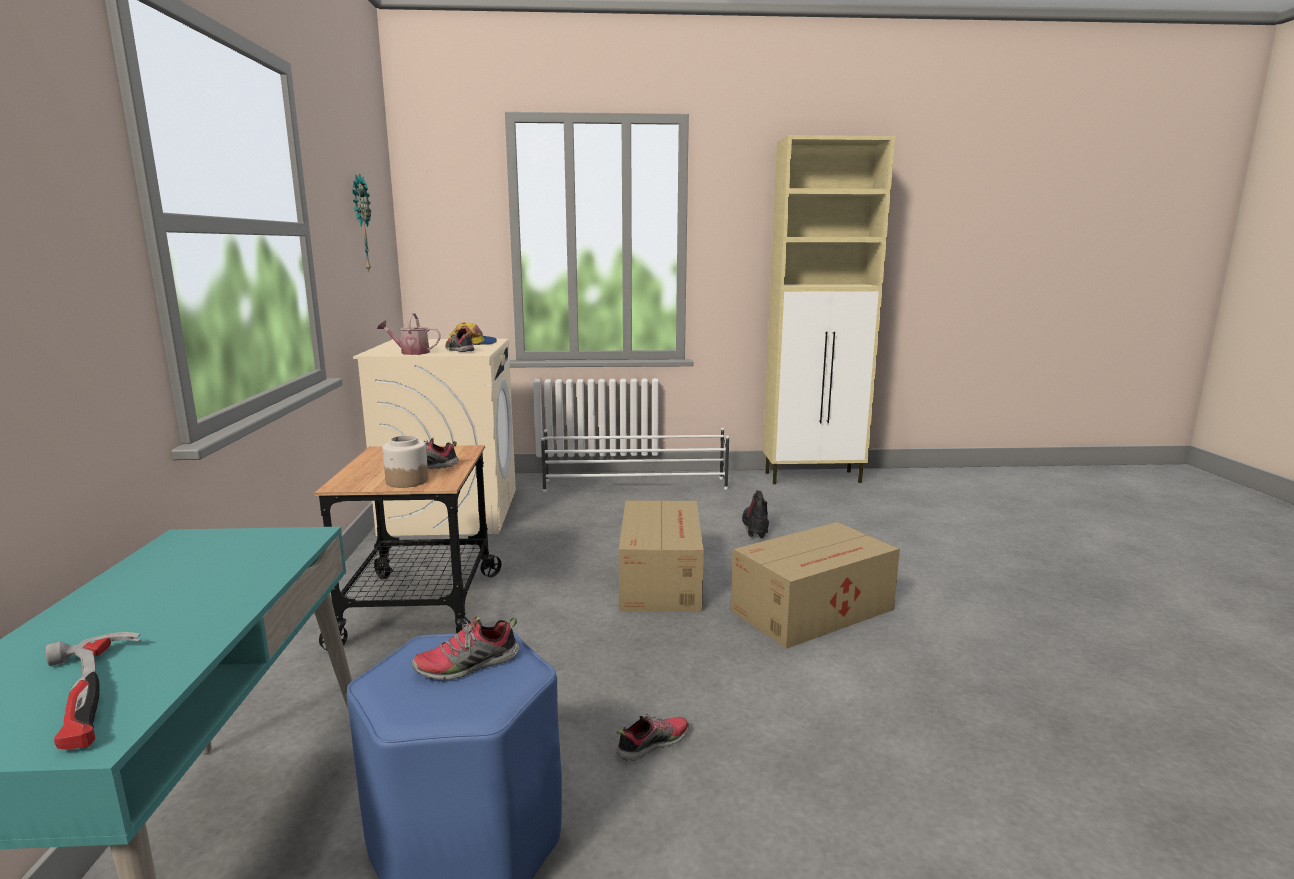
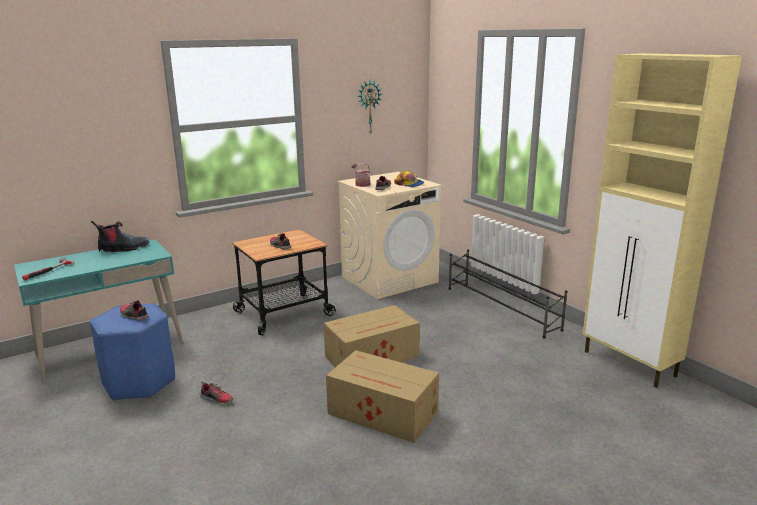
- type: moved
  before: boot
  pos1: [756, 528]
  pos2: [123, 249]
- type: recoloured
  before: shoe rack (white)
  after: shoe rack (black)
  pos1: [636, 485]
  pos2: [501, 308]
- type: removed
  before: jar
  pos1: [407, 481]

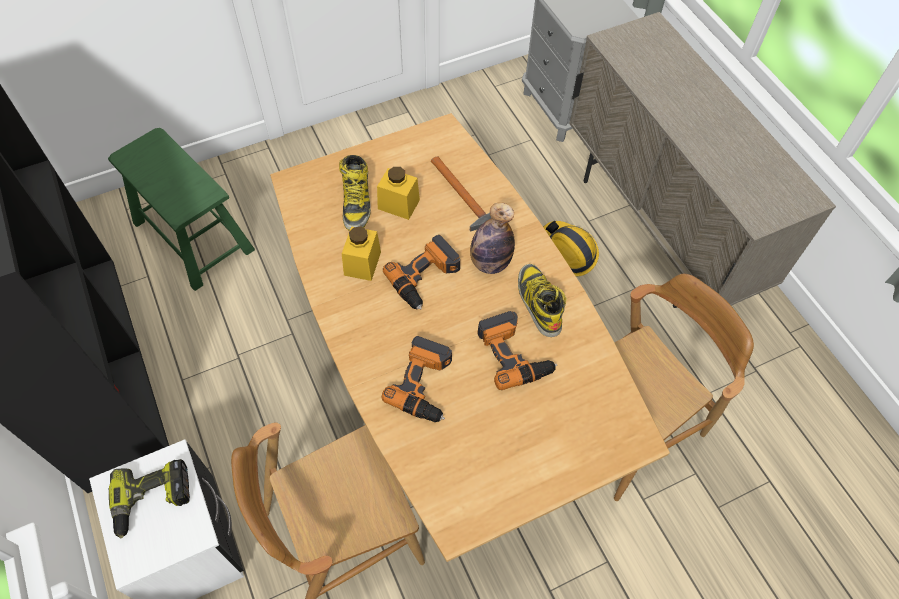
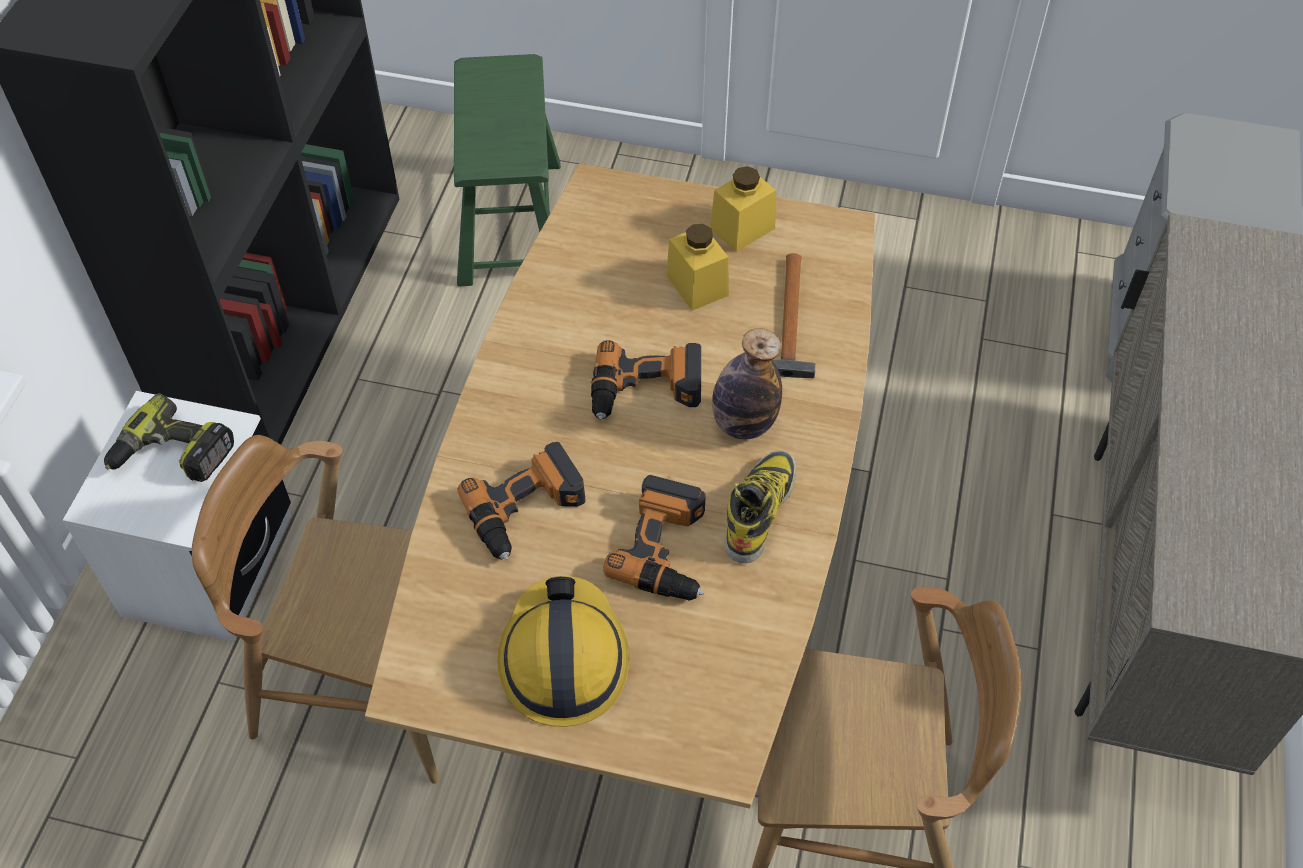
- type: moved
  before: hard hat
  pos1: [567, 252]
  pos2: [563, 659]
- type: moved
  before: jar (yellow)
  pos1: [362, 263]
  pos2: [742, 228]
- type: removed
  before: boot
  pos1: [356, 202]

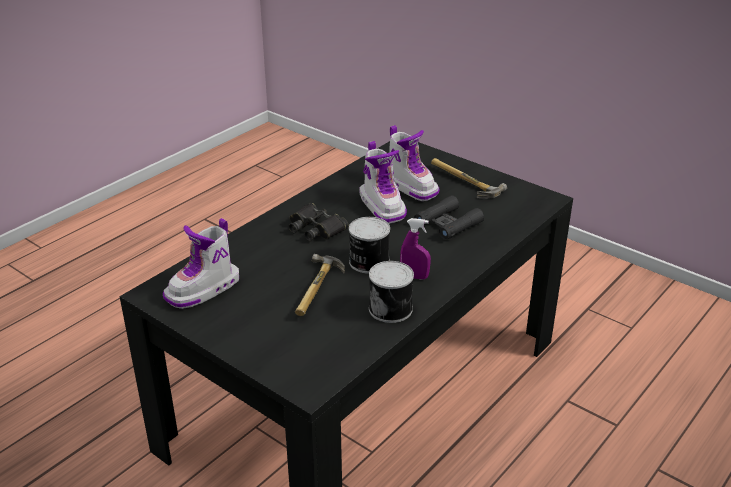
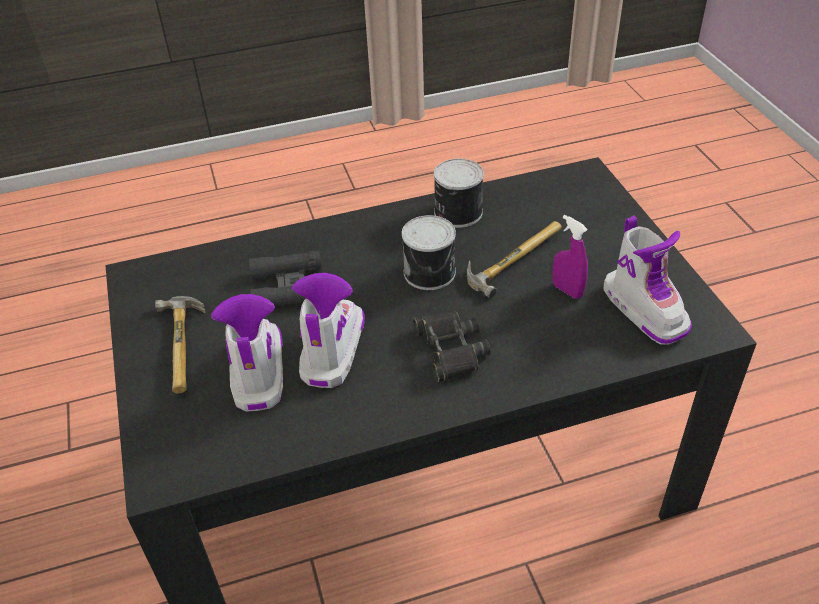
- type: moved
  before: spray bottle (purple)
  pos1: [414, 277]
  pos2: [567, 290]
- type: turned
  before: boot
  pos1: [204, 289]
  pos2: [645, 309]
  turn: 75

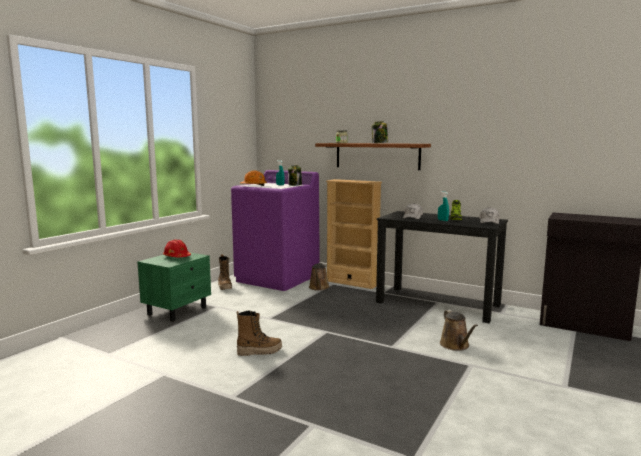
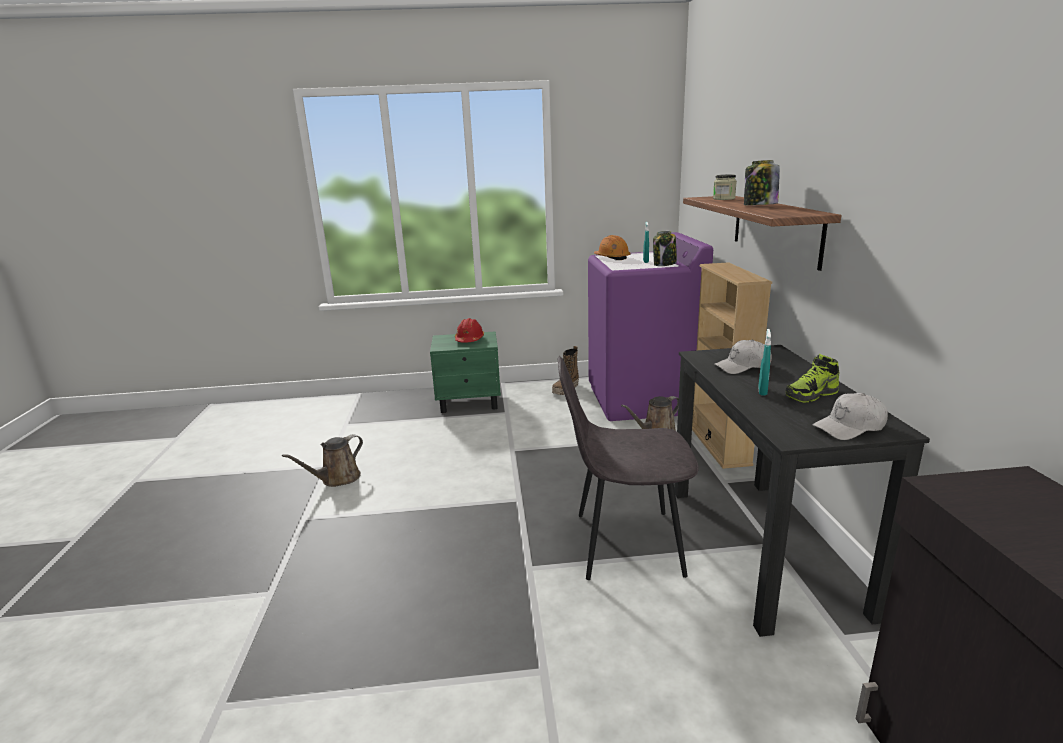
- type: moved
  before: watering can (brown)
  pos1: [456, 345]
  pos2: [337, 479]
- type: added
  after: chair (grey)
  pos2: [624, 544]
- type: removed
  before: boot
  pos1: [259, 351]

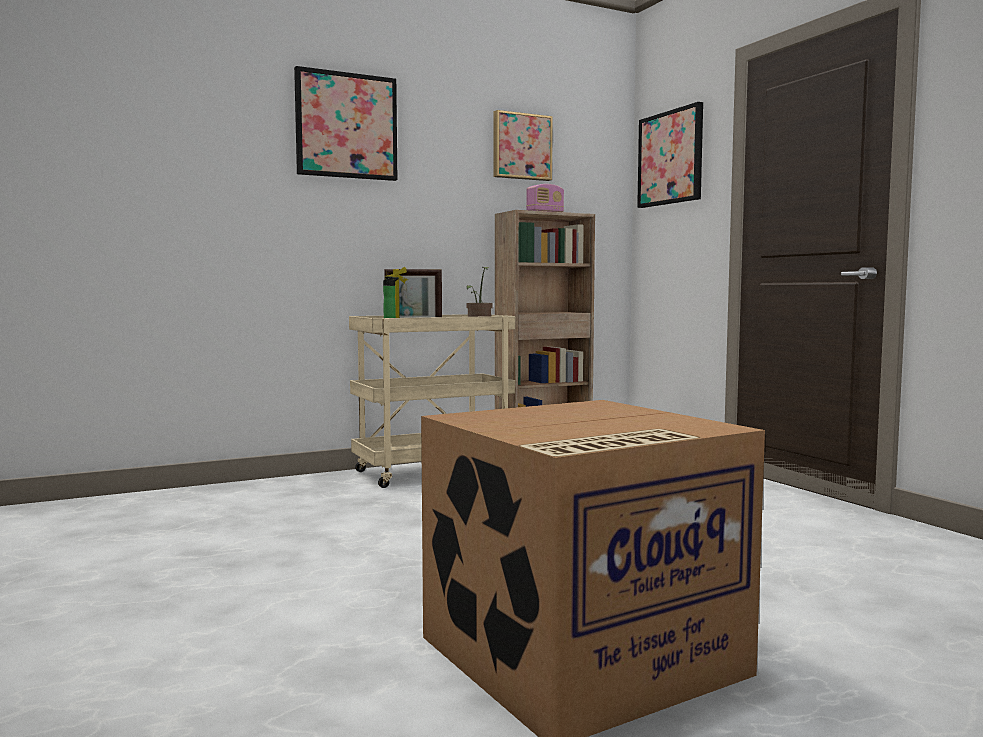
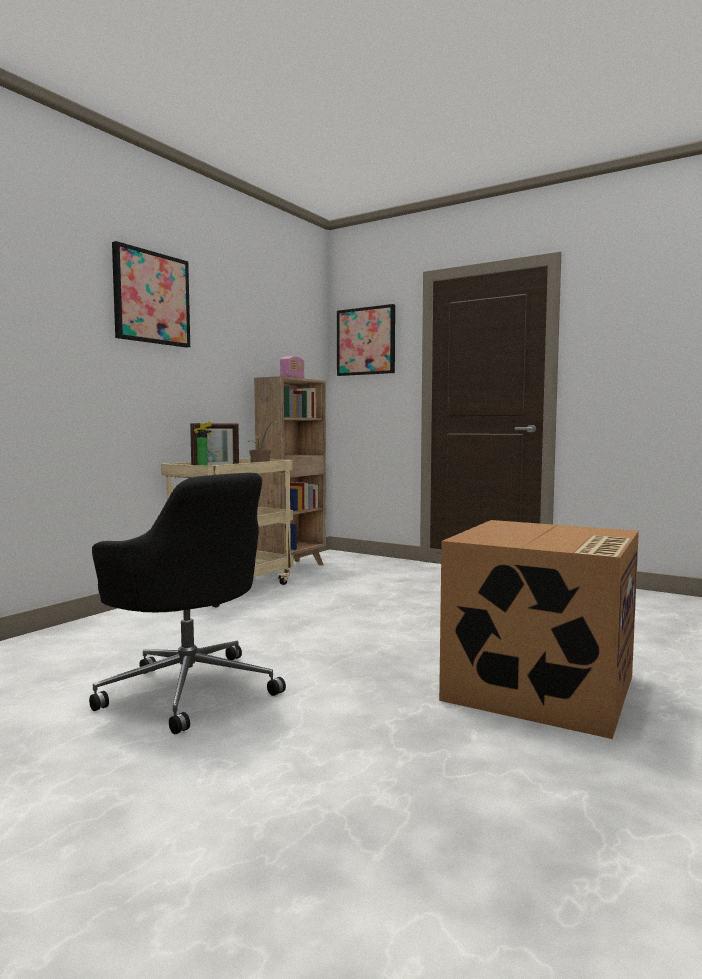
- type: added
  after: office chair (black)
  pos2: [189, 689]
- type: removed
  before: picture
  pos1: [521, 147]

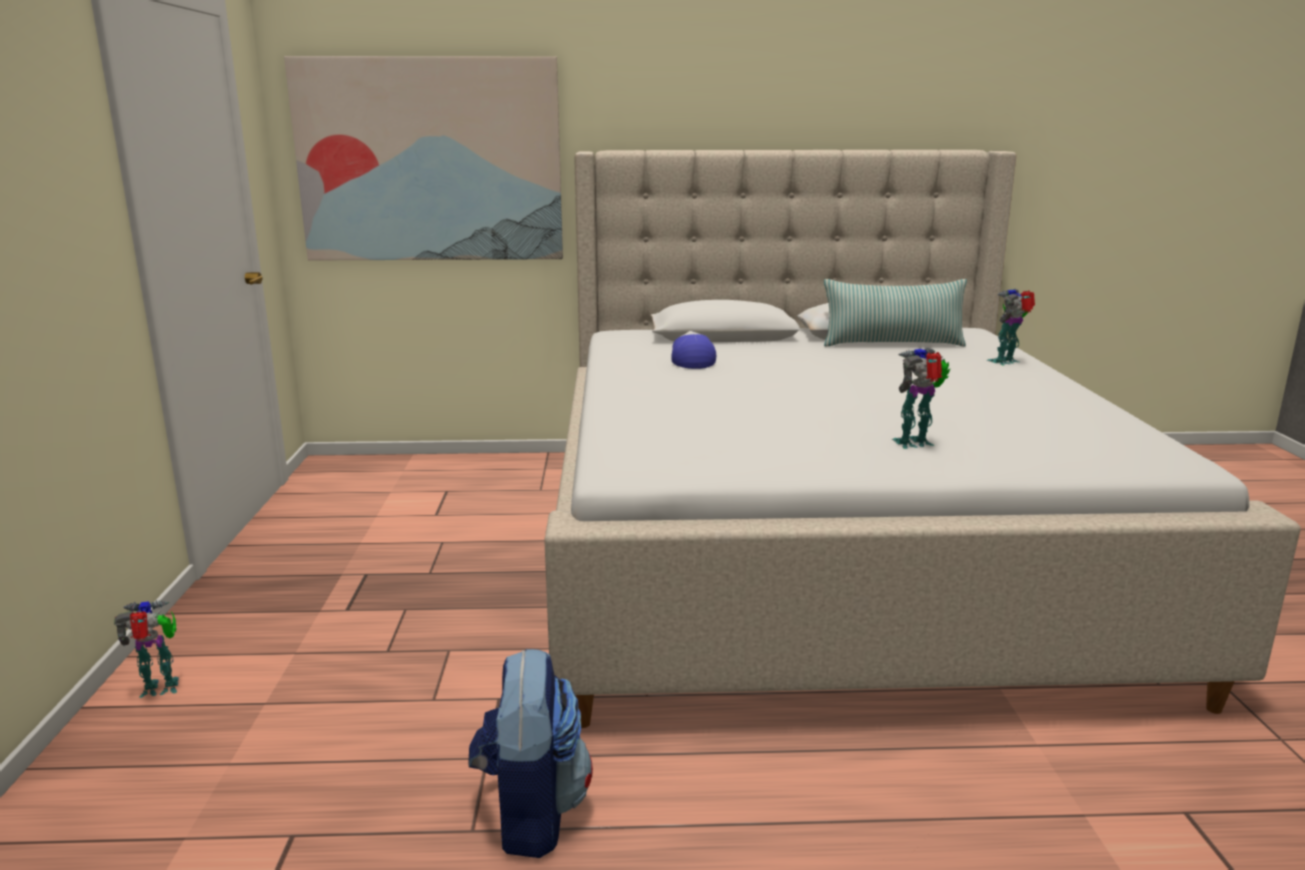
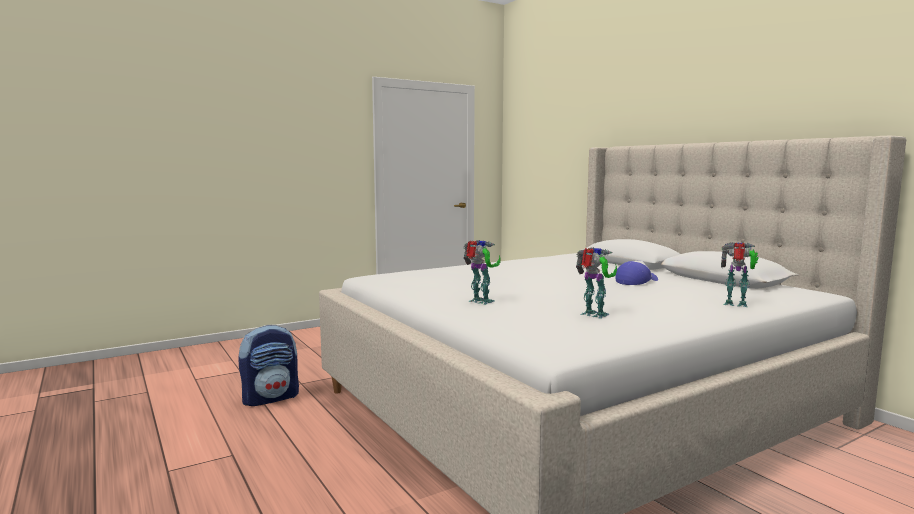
- type: moved
  before: toy robot
  pos1: [162, 689]
  pos2: [594, 315]
- type: moved
  before: cap
  pos1: [691, 360]
  pos2: [636, 281]
- type: removed
  before: picture
  pos1: [430, 160]
- type: removed
  before: pillow
  pos1: [892, 344]

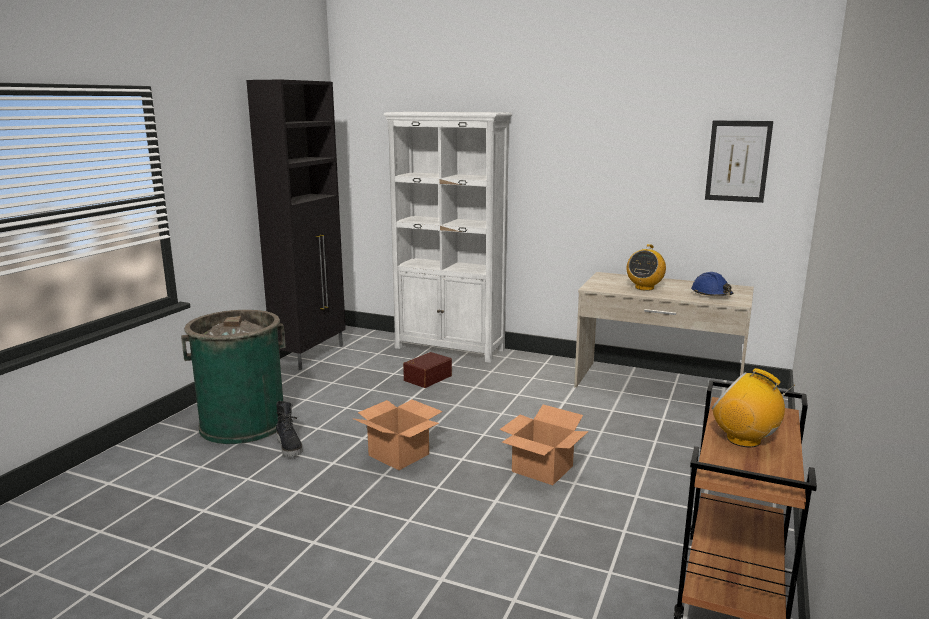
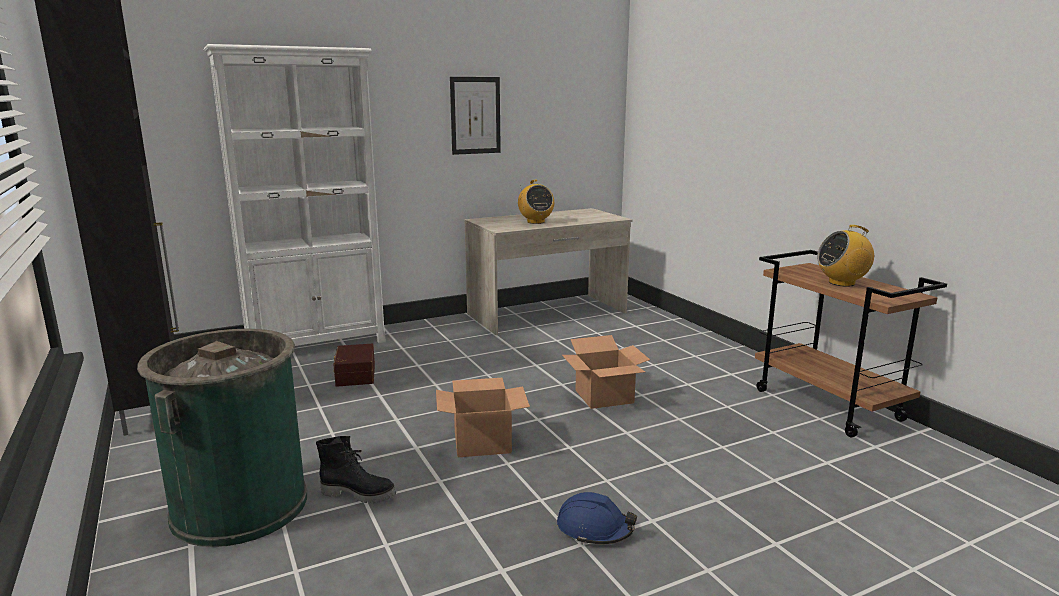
- type: moved
  before: picture
  pos1: [738, 161]
  pos2: [475, 115]
- type: moved
  before: hard hat (blue)
  pos1: [711, 294]
  pos2: [594, 529]

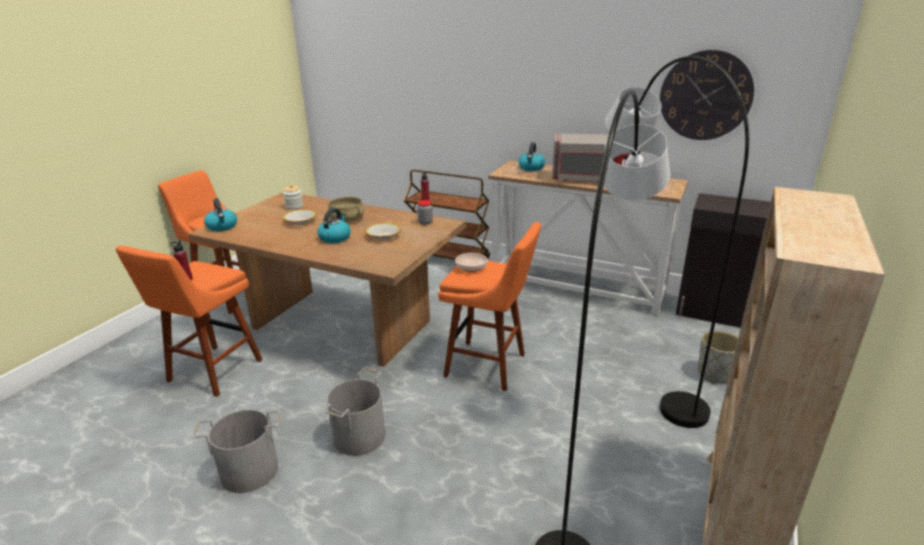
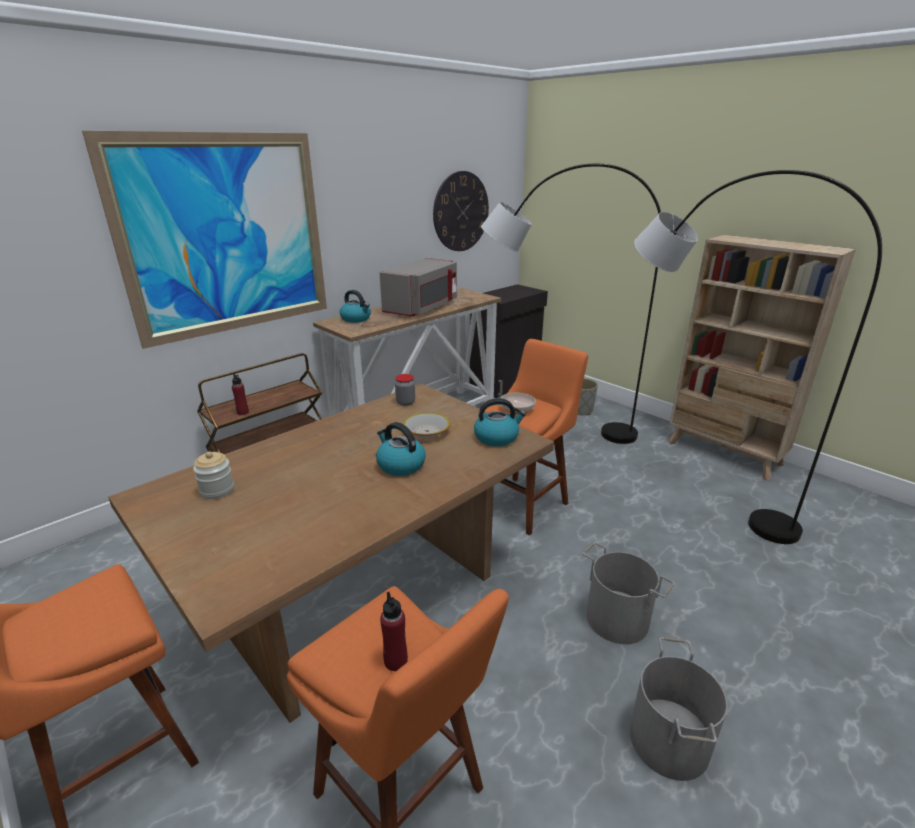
- type: added
  after: picture
  pos2: [227, 236]
- type: moved
  before: kettle
  pos1: [222, 227]
  pos2: [497, 437]
- type: removed
  before: bowl
  pos1: [300, 222]
- type: removed
  before: cooking pot (beige)
  pos1: [346, 219]

